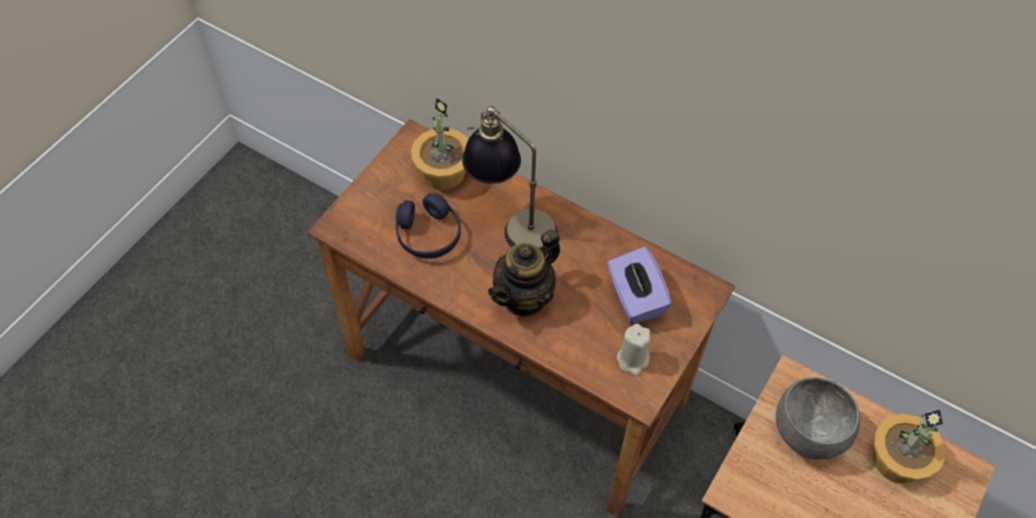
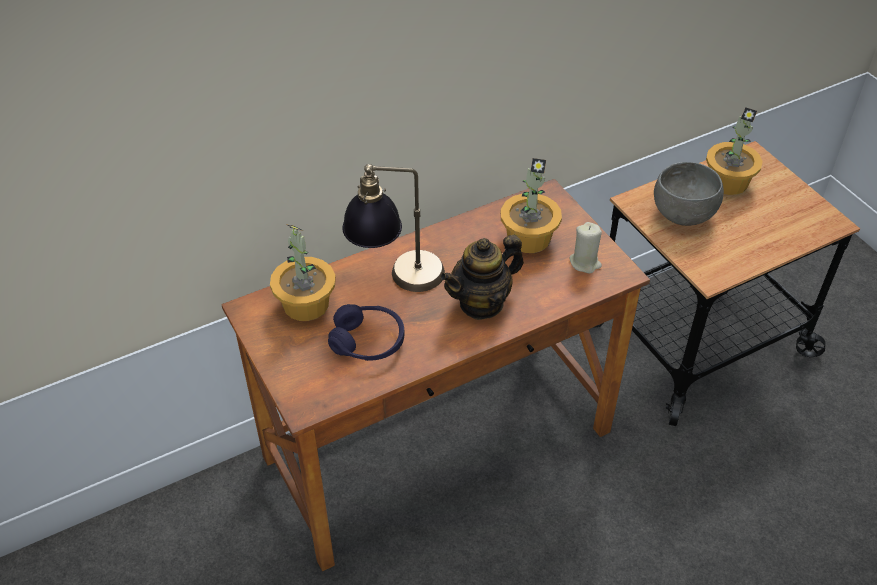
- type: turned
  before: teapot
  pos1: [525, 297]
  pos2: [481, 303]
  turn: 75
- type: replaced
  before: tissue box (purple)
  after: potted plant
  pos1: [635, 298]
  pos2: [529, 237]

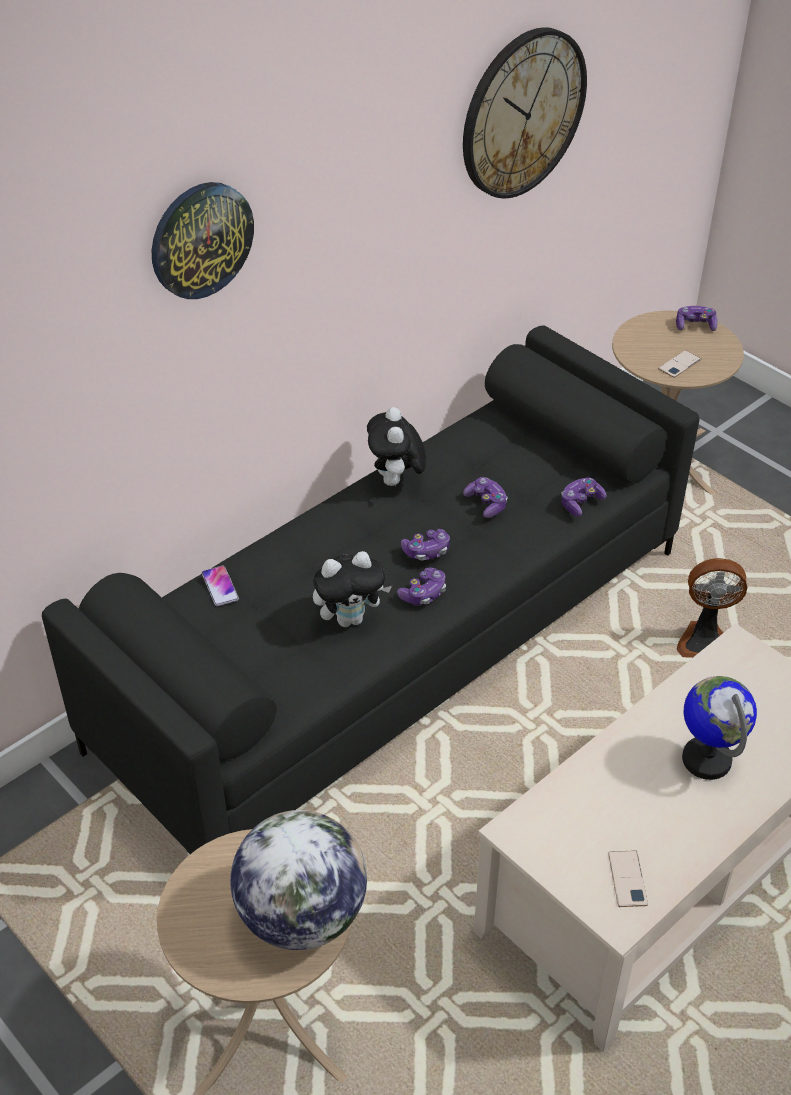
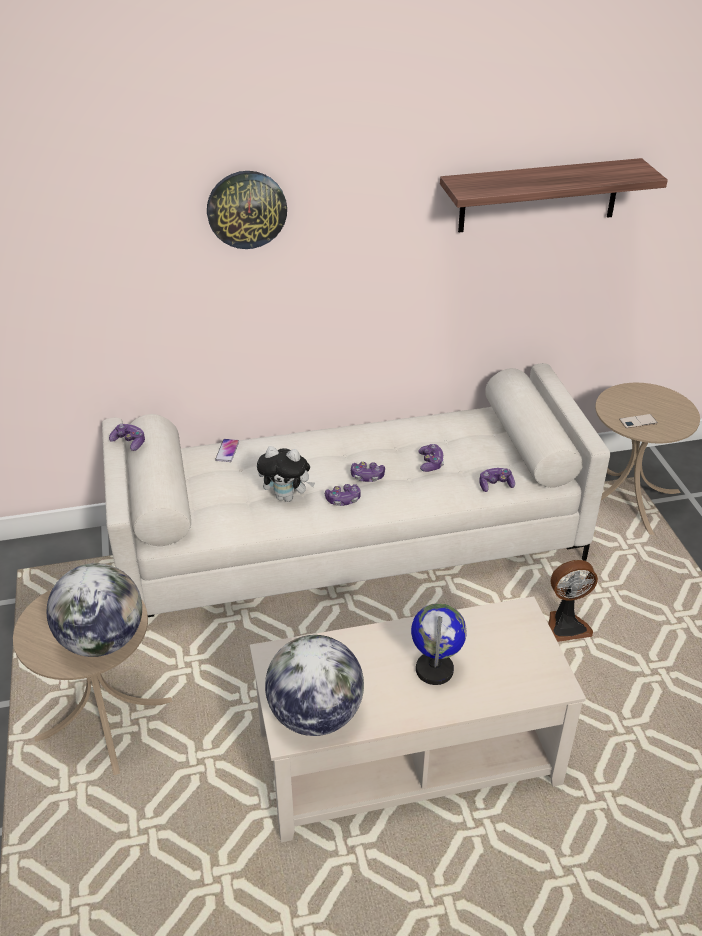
- type: recoloured
  before: sofa (black)
  after: sofa (white)
  pos1: [395, 645]
  pos2: [352, 544]
- type: moved
  before: game controller
  pos1: [695, 325]
  pos2: [129, 442]
- type: replaced
  before: phone
  after: globe
  pos1: [627, 879]
  pos2: [315, 715]
- type: replaced
  before: wall clock
  after: shelf
  pos1: [522, 113]
  pos2: [539, 195]
- type: turned
  before: fan
  pos1: [705, 641]
  pos2: [566, 625]
  turn: -45
- type: removed
  before: plush toy
  pos1: [396, 482]

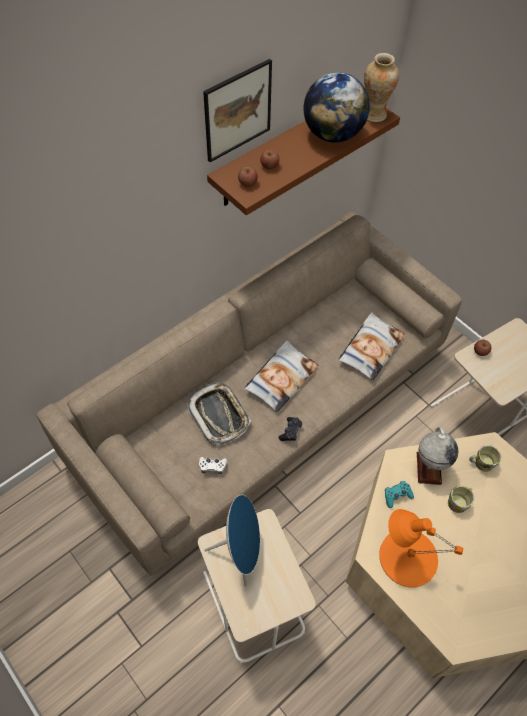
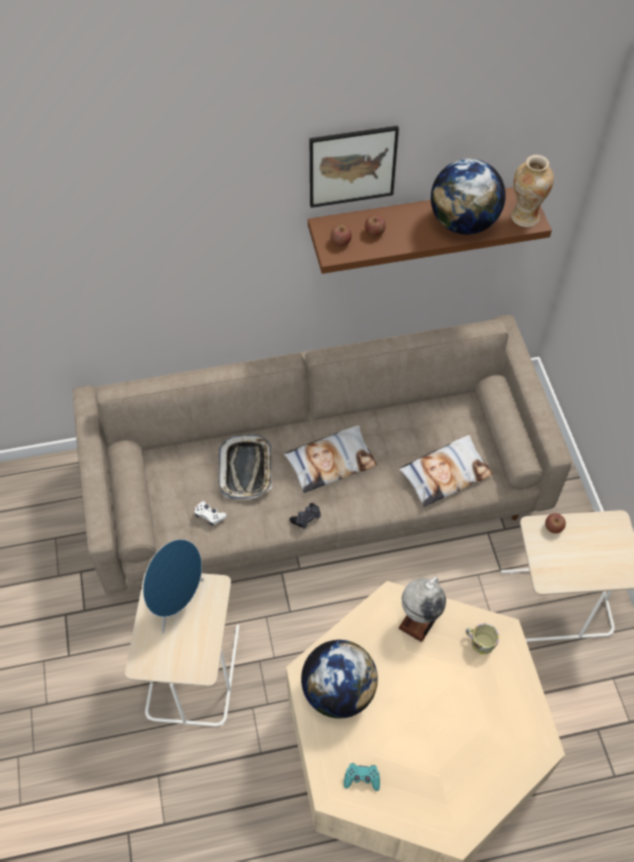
- type: replaced
  before: table lamp (orange)
  after: globe
  pos1: [407, 556]
  pos2: [338, 691]
- type: moved
  before: game controller (turquoise)
  pos1: [397, 495]
  pos2: [362, 778]
- type: removed
  before: mug
  pos1: [459, 502]

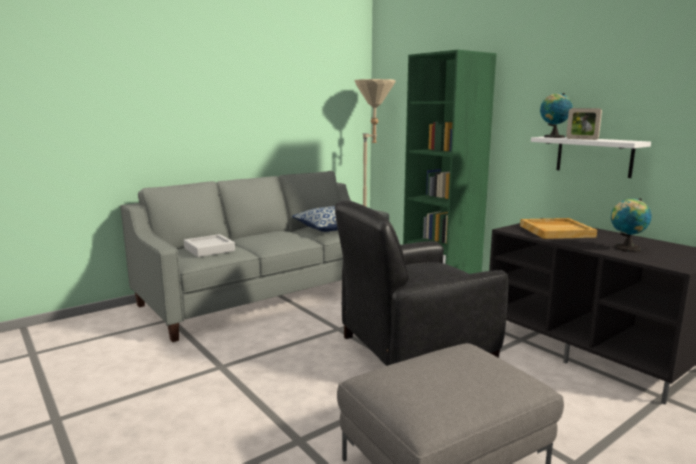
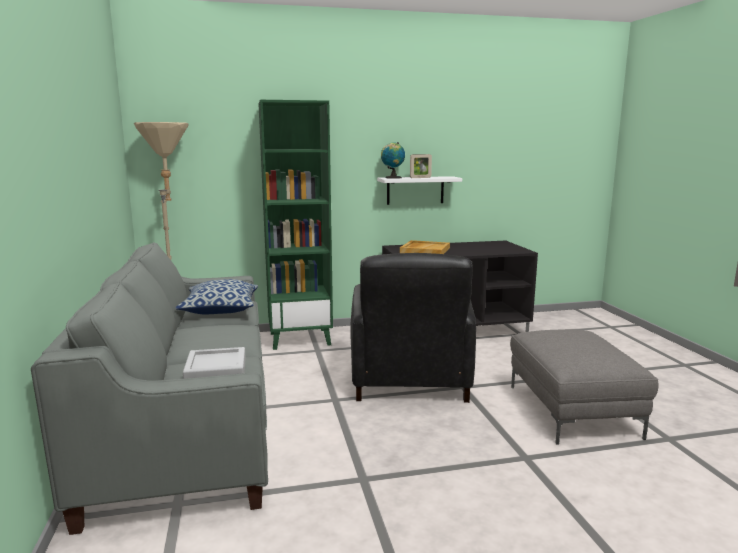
- type: removed
  before: globe
  pos1: [626, 248]

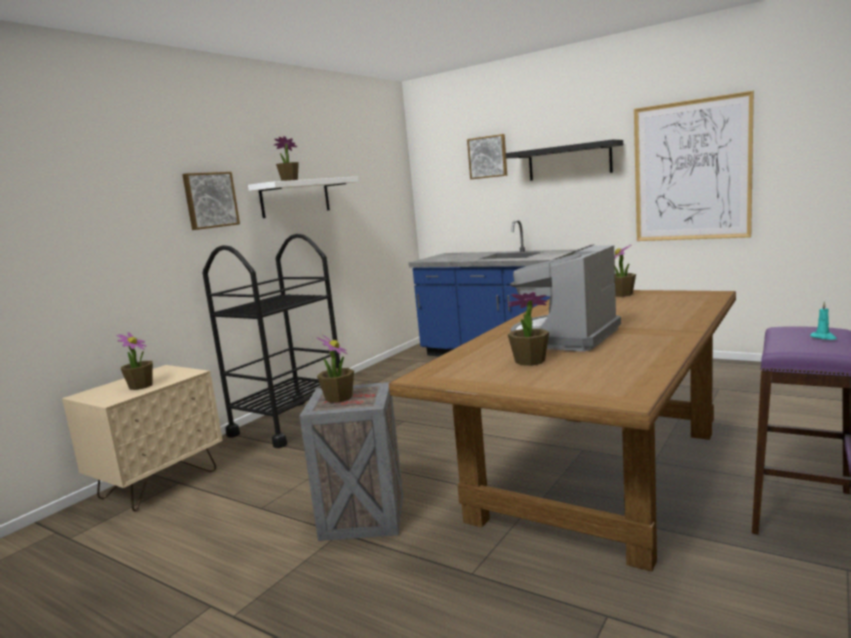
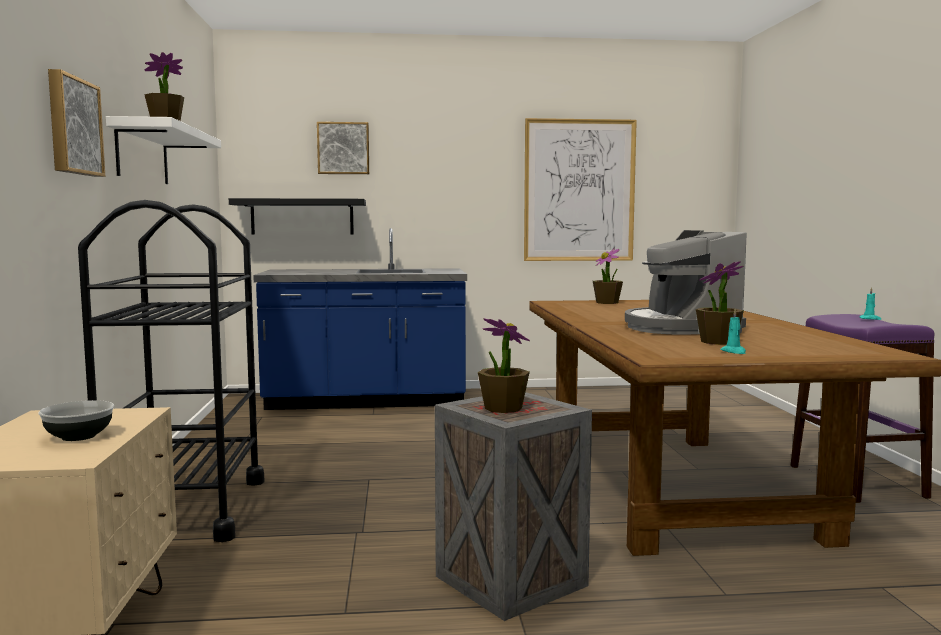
- type: replaced
  before: potted plant
  after: bowl
  pos1: [141, 386]
  pos2: [78, 436]
- type: moved
  before: shelf (black)
  pos1: [569, 161]
  pos2: [302, 217]
- type: added
  after: candle (turquoise)
  pos2: [734, 352]

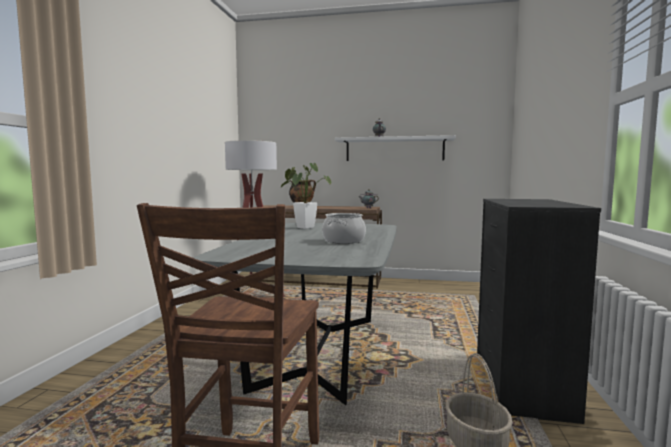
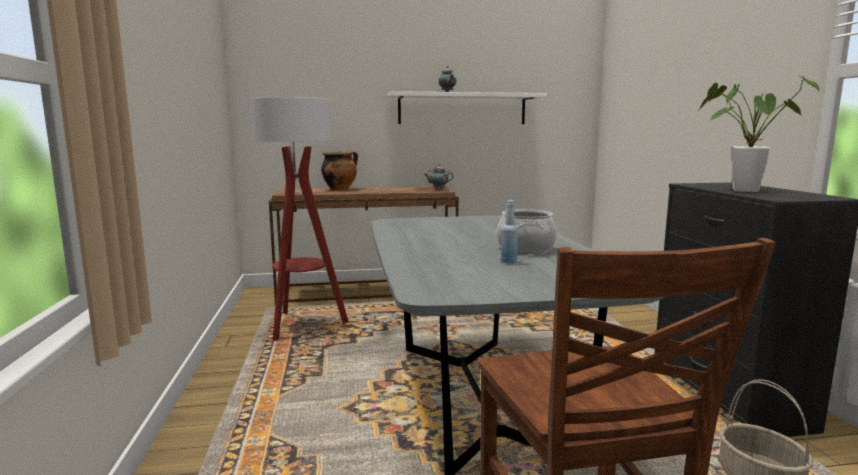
- type: added
  after: bottle (blue)
  pos2: [508, 262]
- type: moved
  before: potted plant
  pos1: [303, 227]
  pos2: [737, 190]

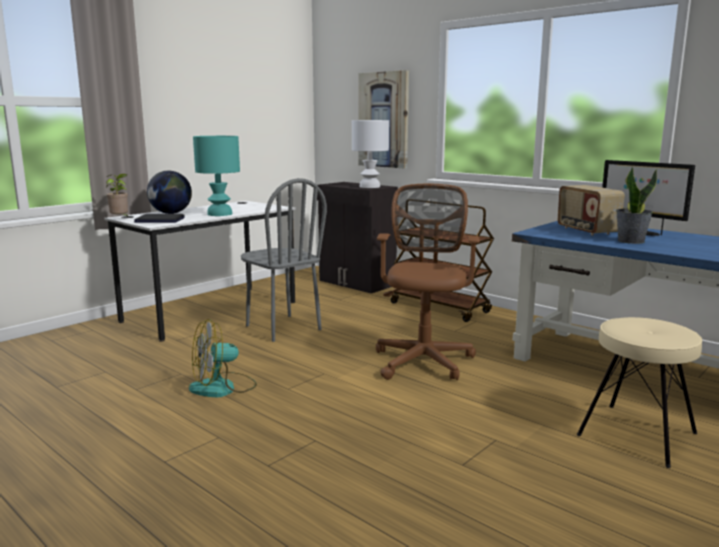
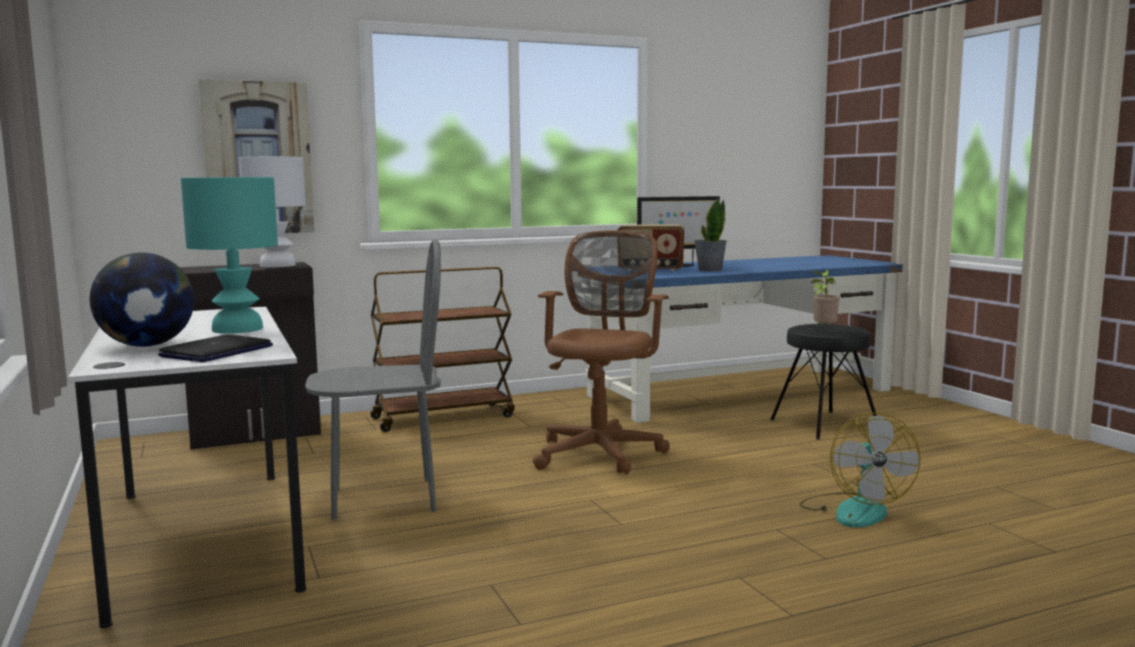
- type: turned
  before: office chair (brown)
  pos1: [424, 359]
  pos2: [601, 452]
  turn: 75
- type: recoloured
  before: stool (beige)
  after: stool (black)
  pos1: [636, 434]
  pos2: [824, 425]
- type: moved
  before: fan
  pos1: [223, 387]
  pos2: [854, 510]
- type: moved
  before: potted plant
  pos1: [120, 219]
  pos2: [823, 330]

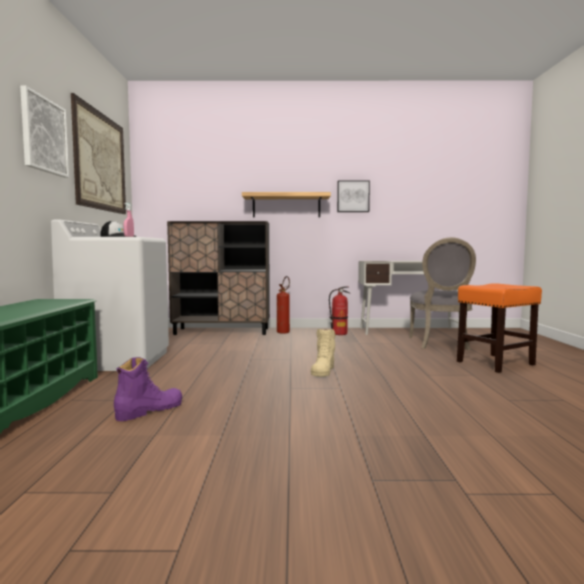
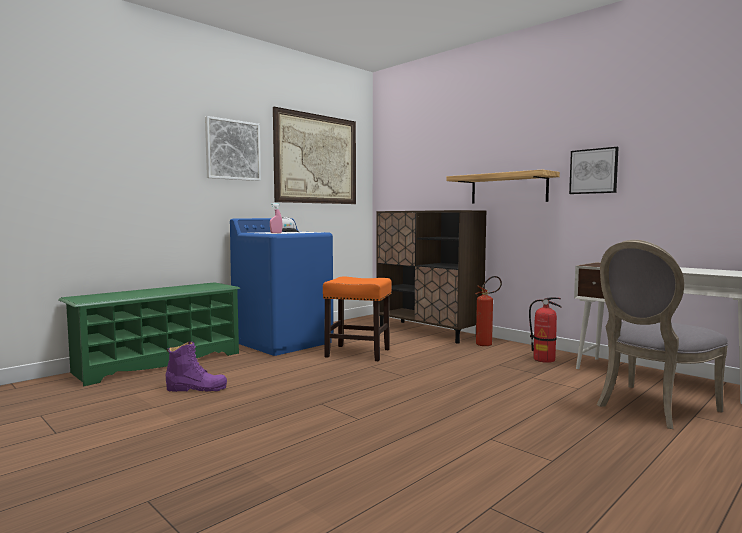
- type: recoloured
  before: washing machine (white)
  after: washing machine (blue)
  pos1: [118, 360]
  pos2: [283, 342]
- type: moved
  before: stool (orange)
  pos1: [496, 363]
  pos2: [358, 353]
- type: removed
  before: boot (beige)
  pos1: [323, 370]

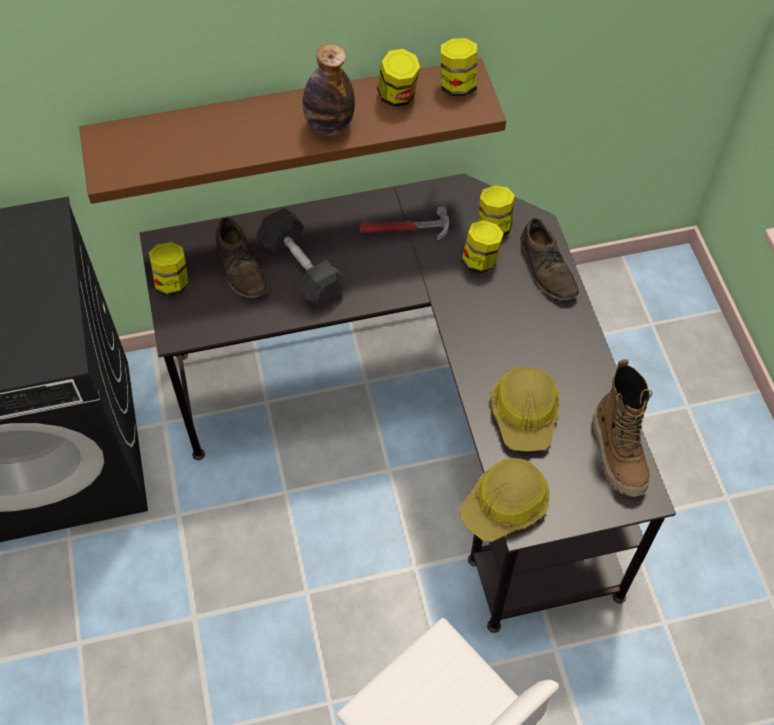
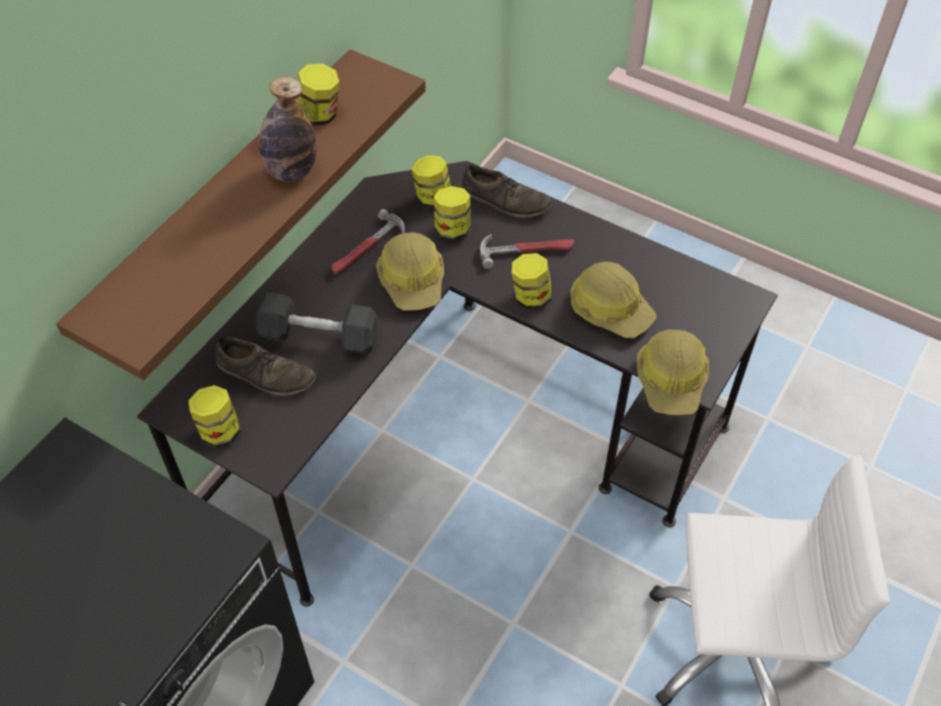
- type: added
  after: hard hat
  pos2: [412, 280]
- type: added
  after: hammer
  pos2: [526, 250]
- type: moved
  before: jar
  pos1: [457, 85]
  pos2: [530, 297]
- type: removed
  before: boot
  pos1: [618, 454]

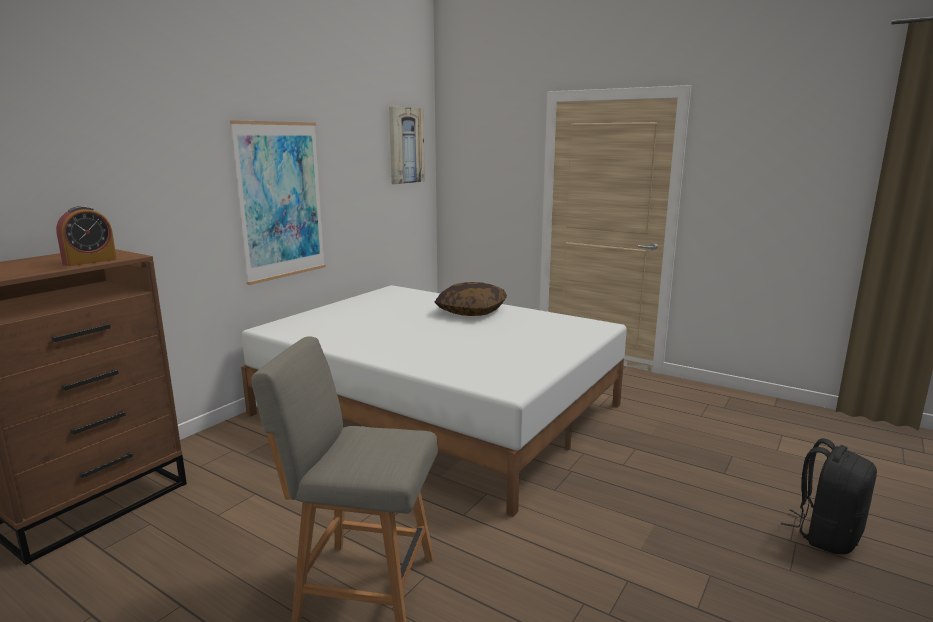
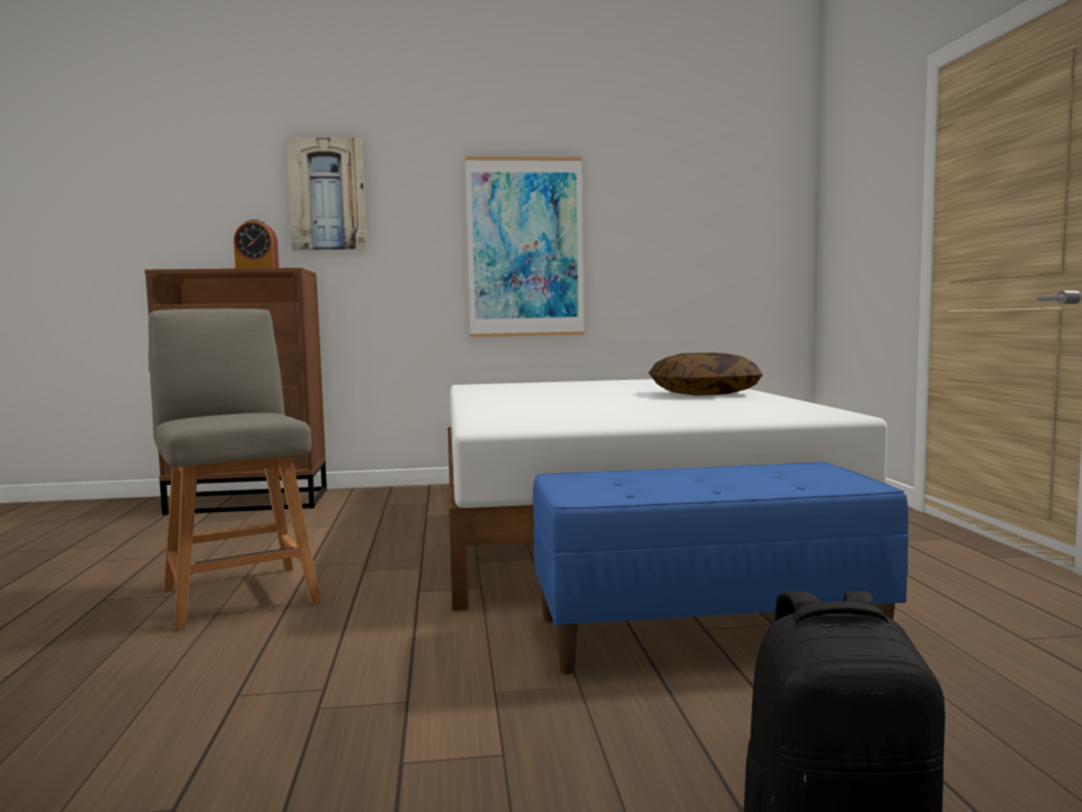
- type: moved
  before: picture
  pos1: [405, 145]
  pos2: [327, 195]
- type: added
  after: bench (blue)
  pos2: [707, 632]

